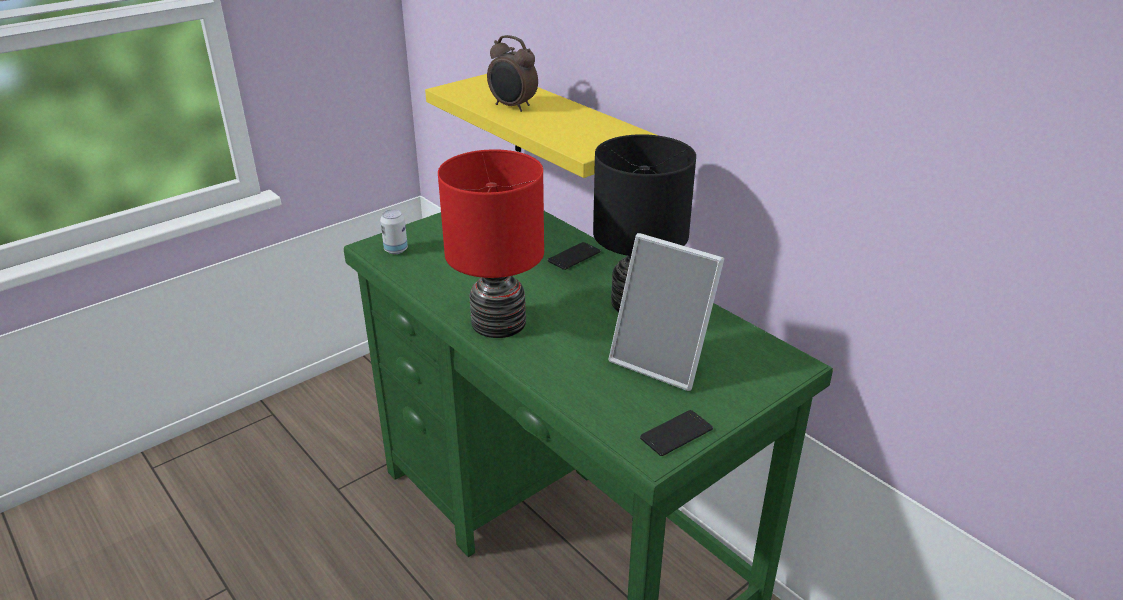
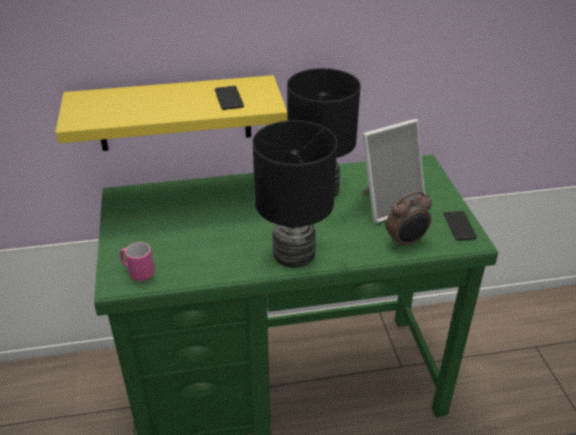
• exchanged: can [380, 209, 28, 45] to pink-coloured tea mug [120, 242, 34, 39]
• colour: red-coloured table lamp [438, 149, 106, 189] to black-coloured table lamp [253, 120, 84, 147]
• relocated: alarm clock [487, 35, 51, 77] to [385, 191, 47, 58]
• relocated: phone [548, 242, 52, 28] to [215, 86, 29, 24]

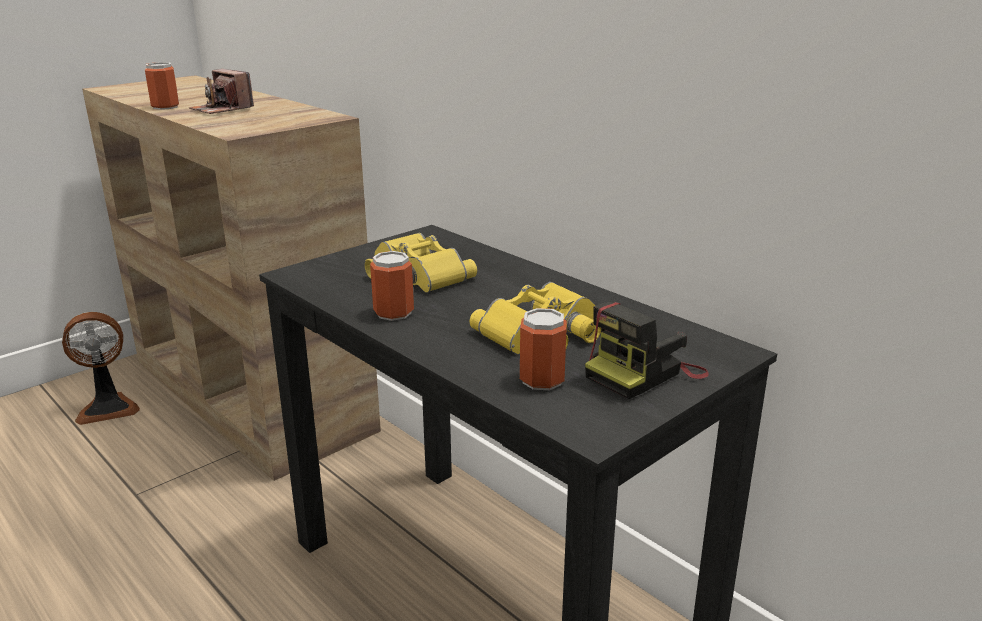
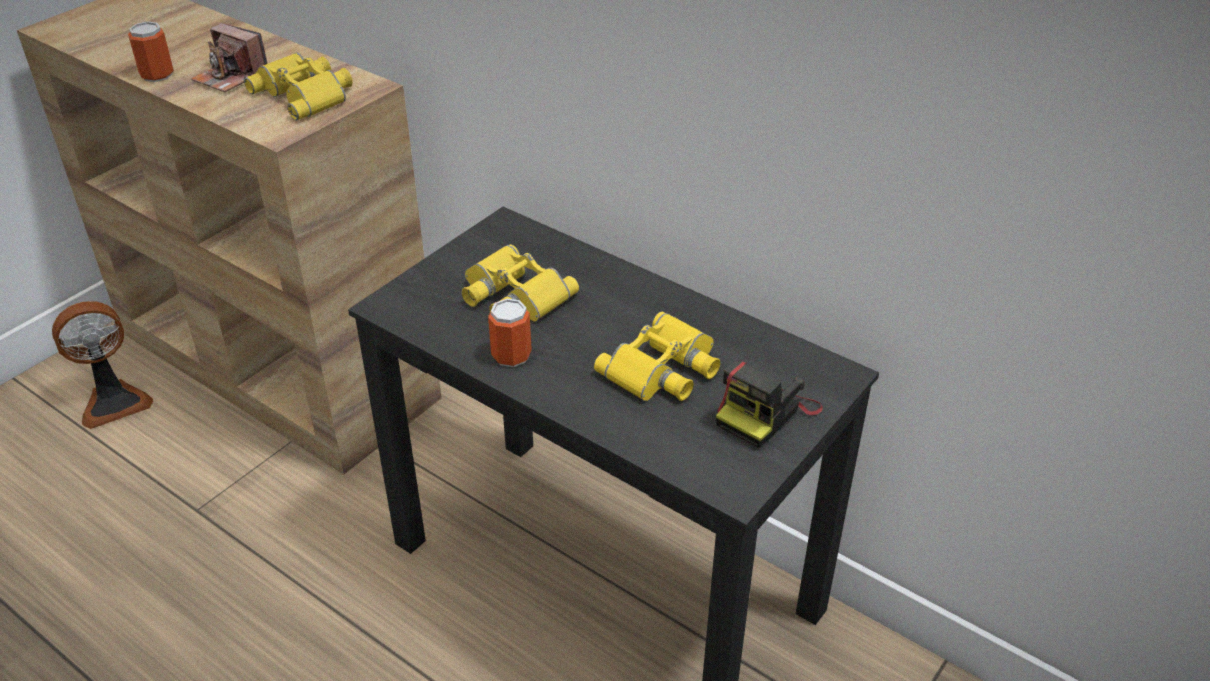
• missing: can [520, 308, 47, 82]
• appeared: yellow-coloured field glasses [244, 53, 109, 67]

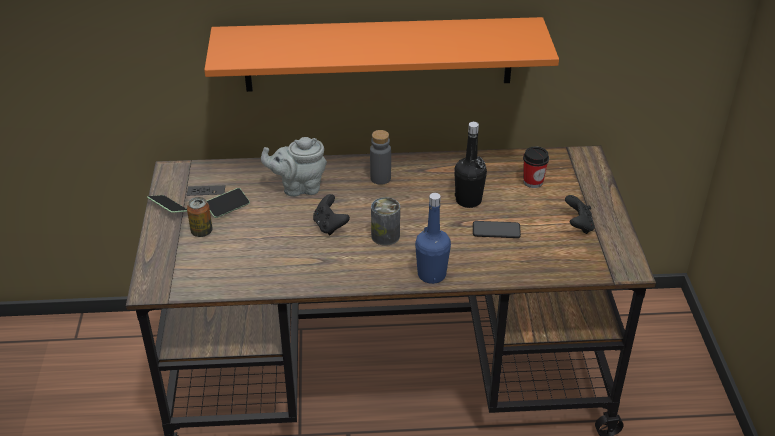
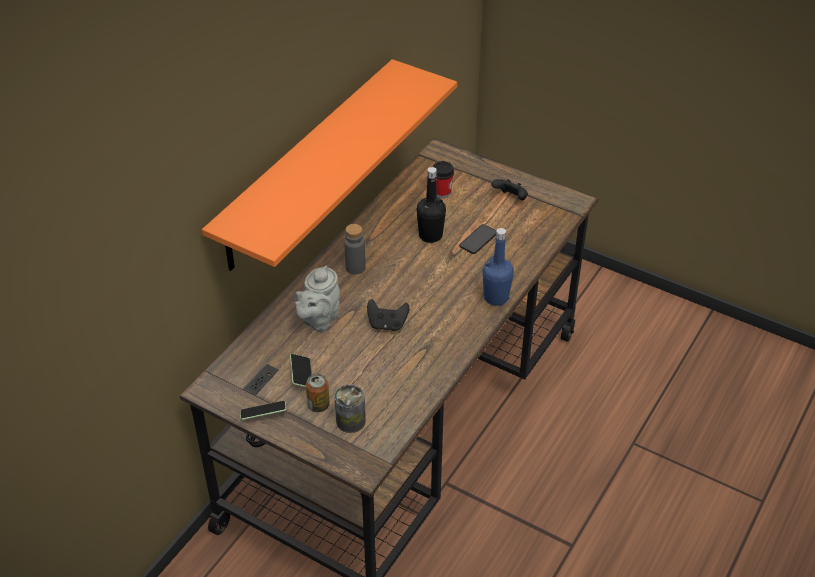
• relocated: can [371, 197, 29, 49] to [335, 385, 31, 48]

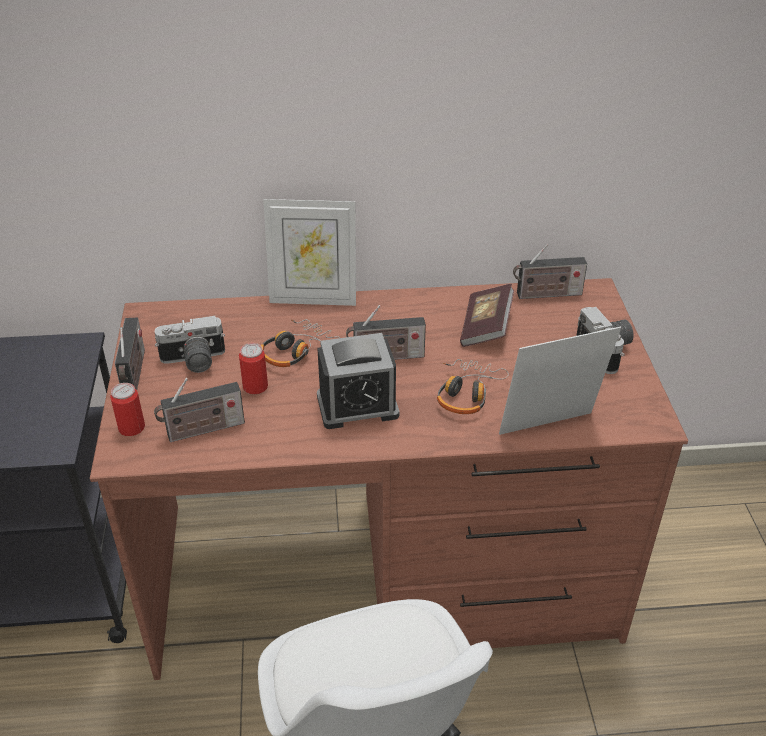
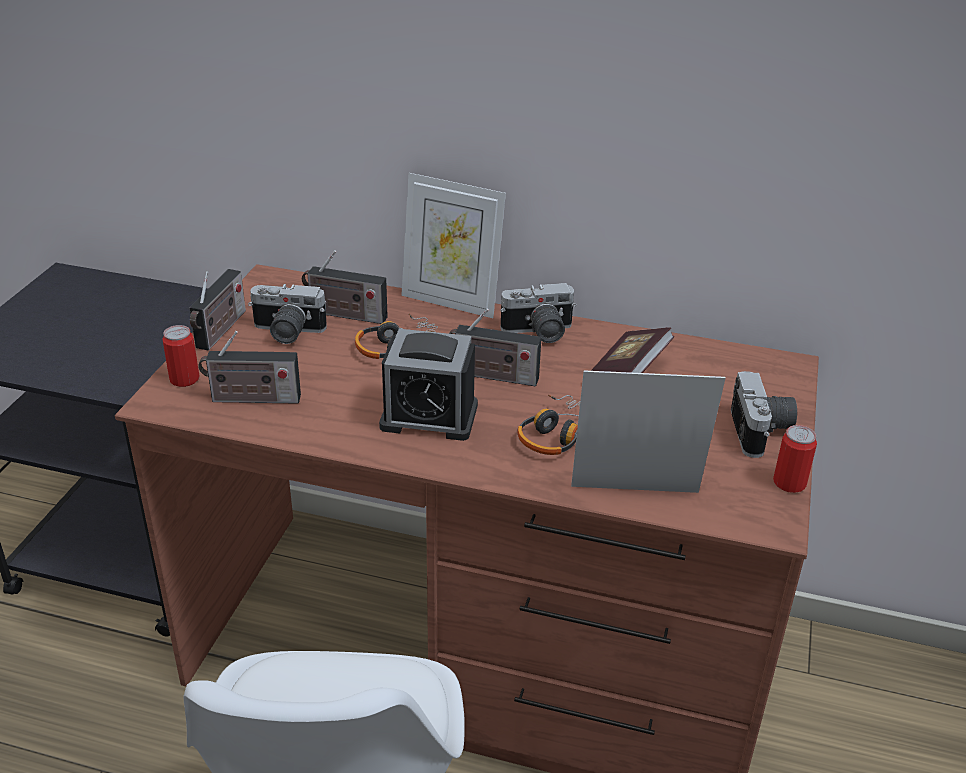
• relocated: can [239, 343, 29, 51] to [773, 425, 44, 68]
• relocated: radio [513, 244, 74, 55] to [302, 250, 86, 74]
• appeared: photo camera [500, 283, 77, 60]

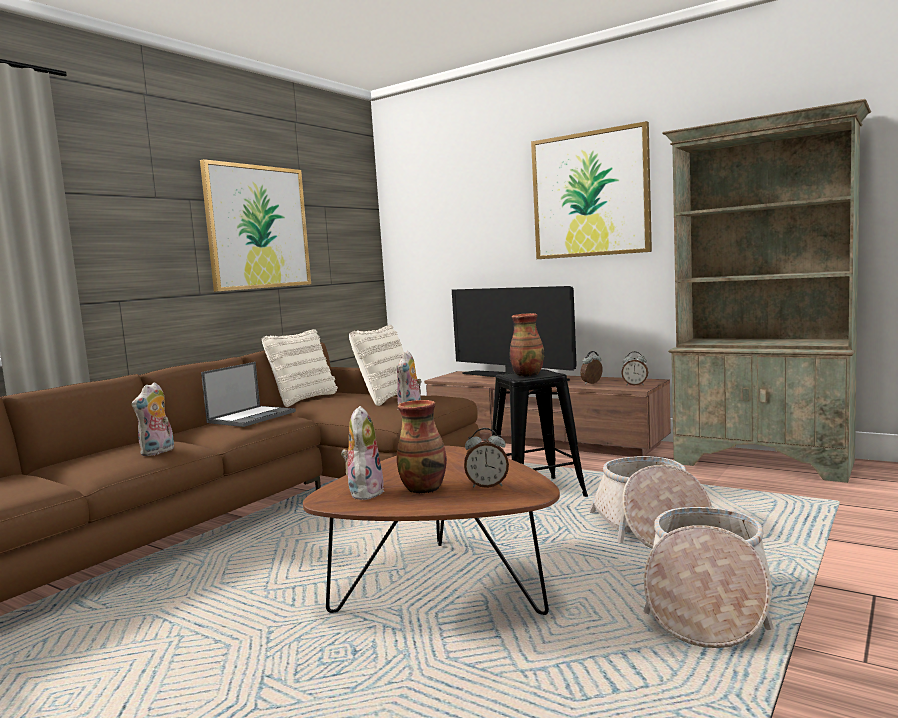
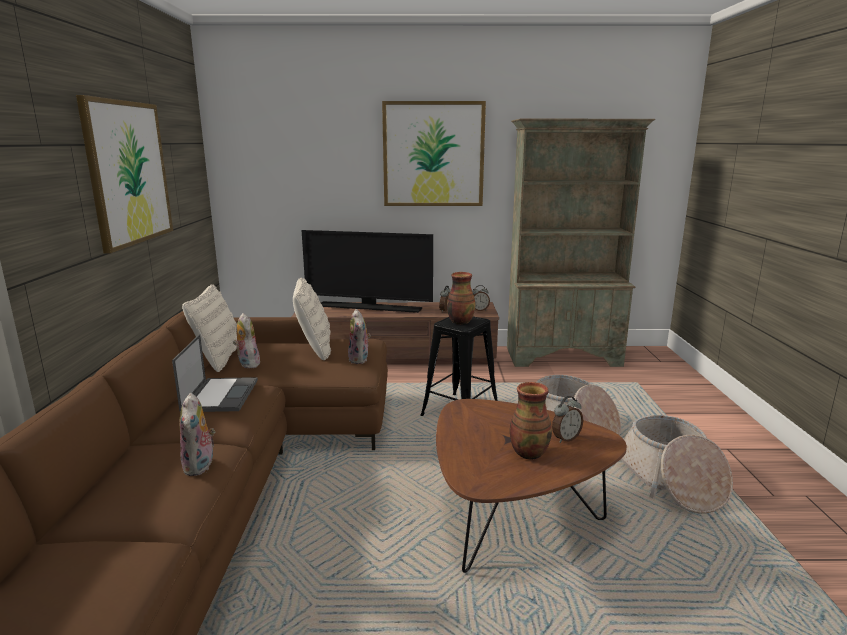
• relocated: plush toy [341, 406, 43, 94] to [233, 313, 27, 55]

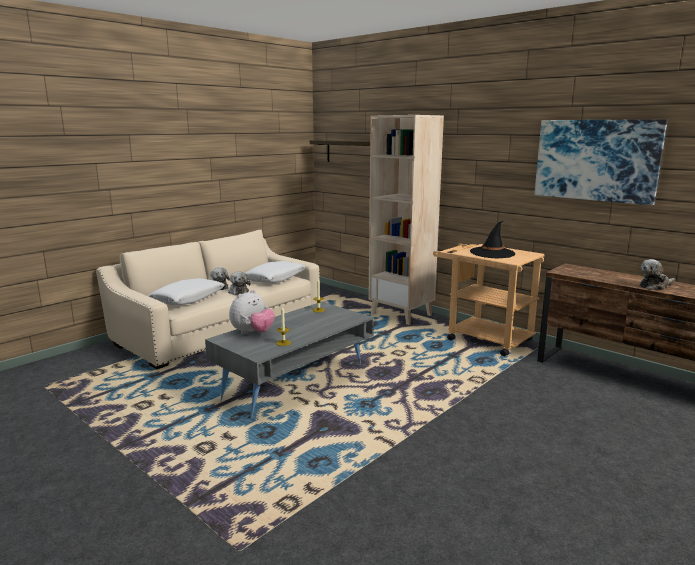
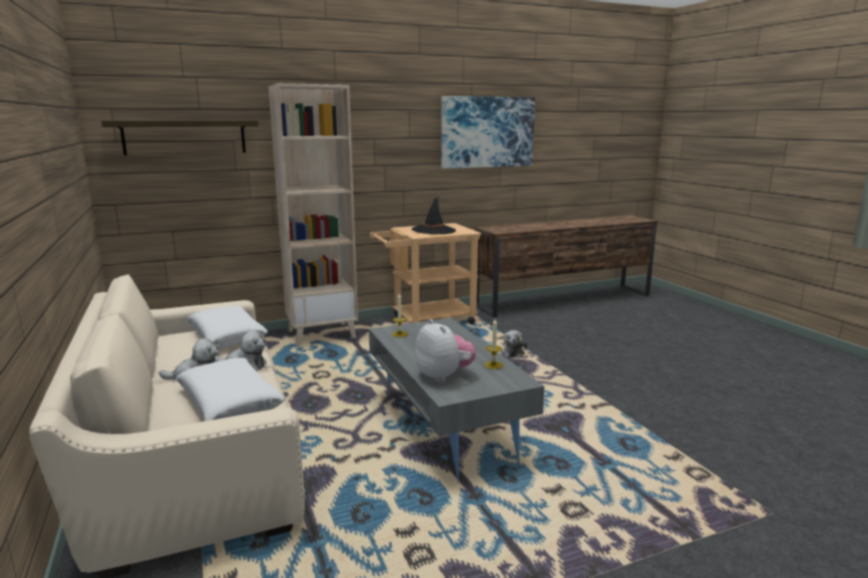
• relocated: plush toy [639, 259, 36, 31] to [500, 330, 27, 28]

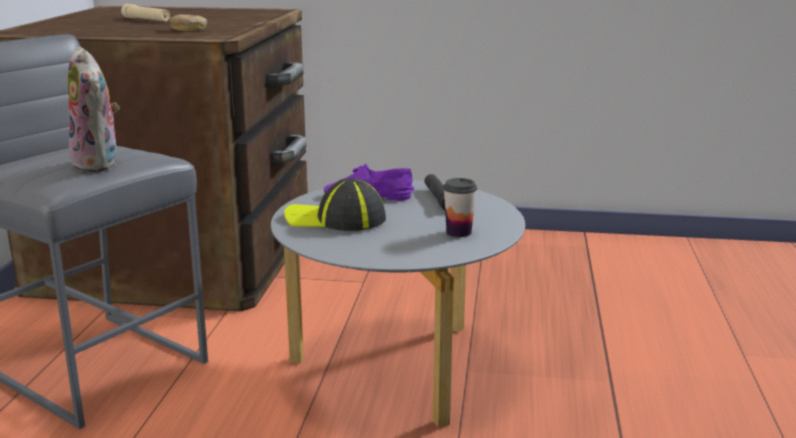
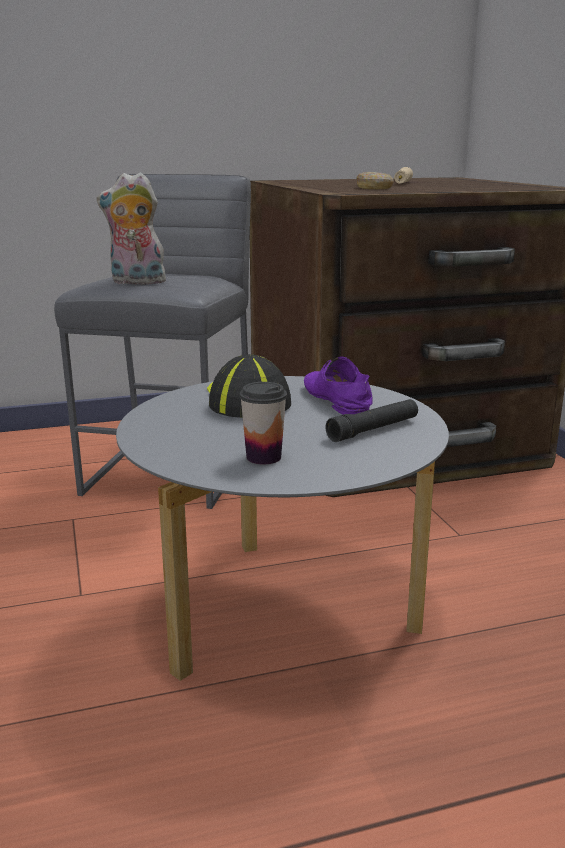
• spun: plush toy [68, 46, 52, 126] = [97, 172, 69, 113] 60 degrees clockwise

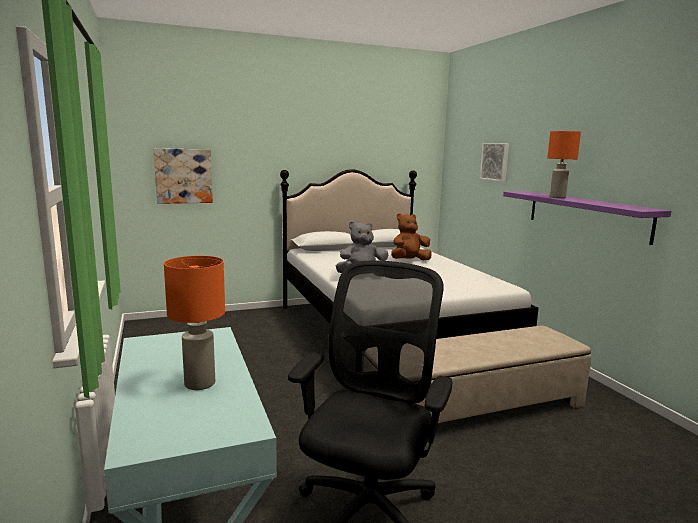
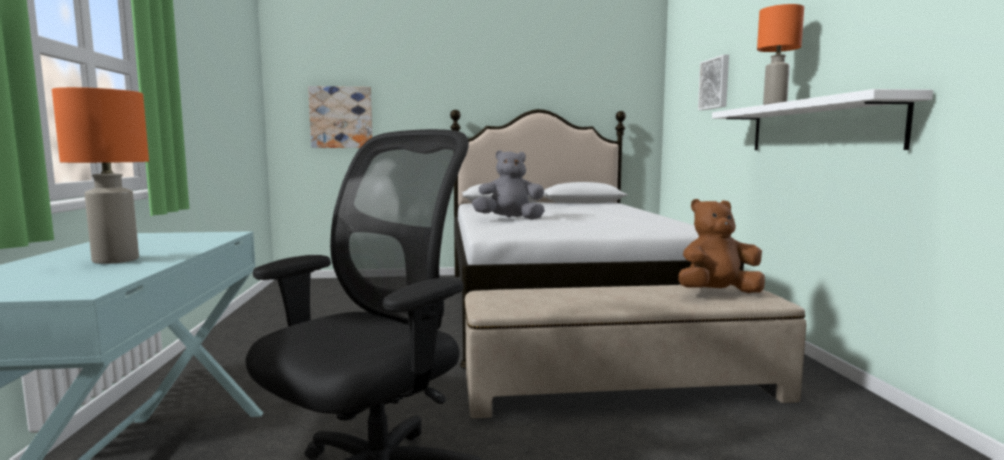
• relocated: brownish plush toy [391, 213, 41, 47] to [678, 199, 87, 94]
• colour: purple wall shelf [503, 191, 168, 54] to whitish wall shelf [712, 89, 221, 61]

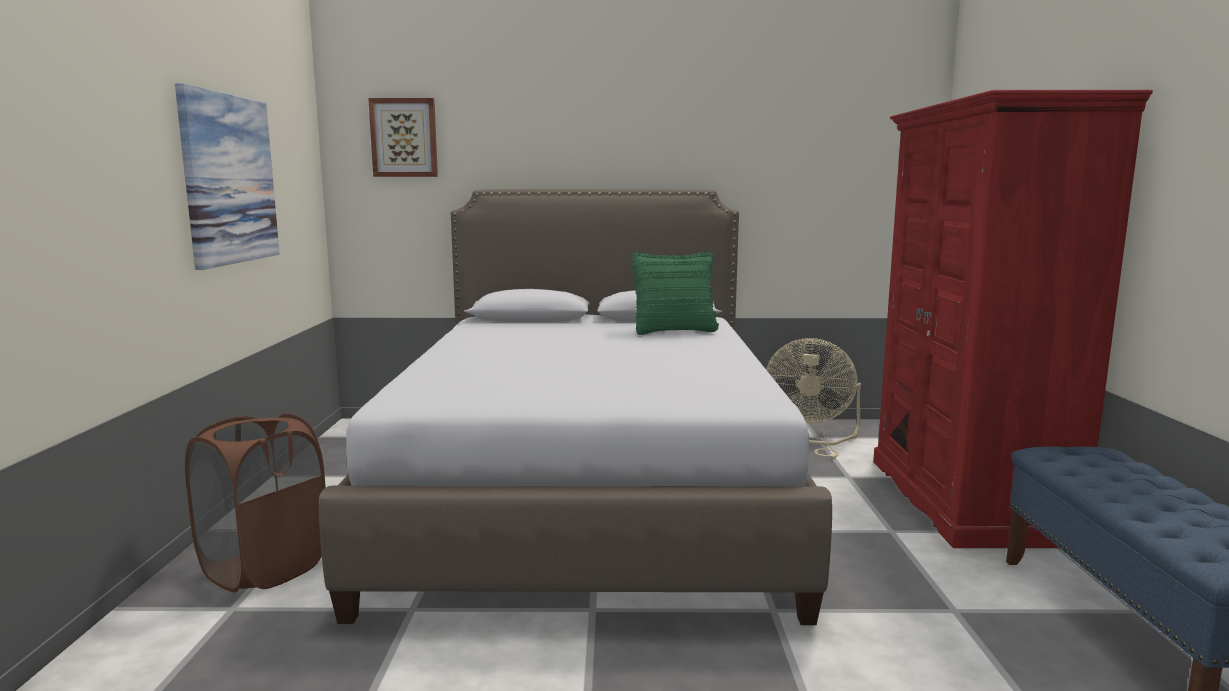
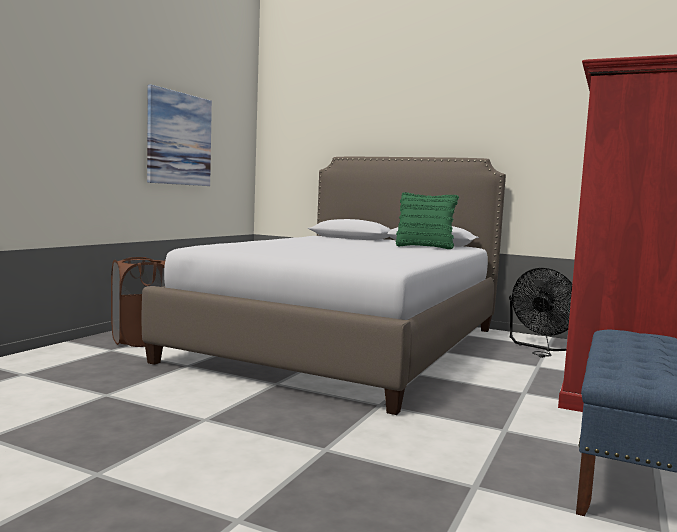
• missing: wall picture [368, 98, 70, 79]
• colour: beige electric fan [766, 338, 95, 122] to black-coloured electric fan [509, 268, 63, 90]

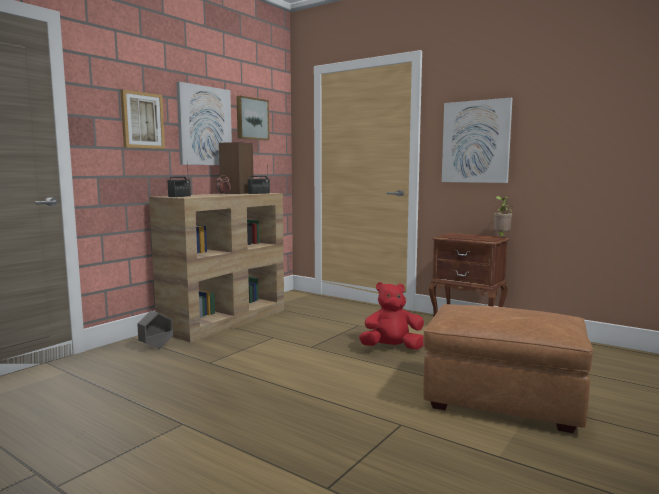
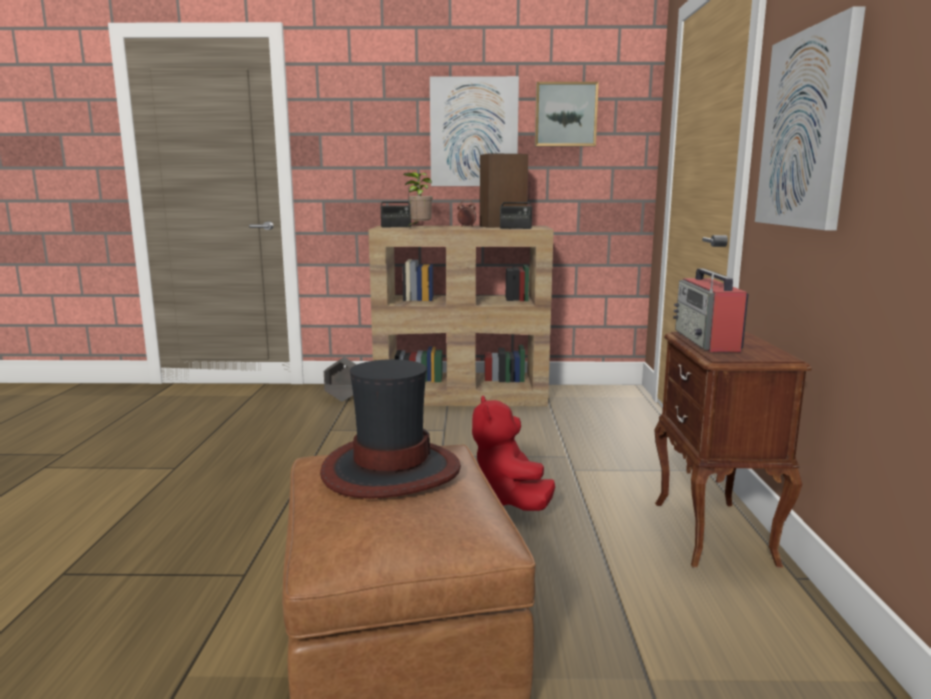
• missing: wall picture [120, 89, 45, 60]
• spun: red-coloured plush toy [359, 282, 65, 68] = [472, 395, 83, 116] 150 degrees counterclockwise
• relocated: potted plant [494, 196, 19, 42] to [403, 172, 29, 55]
• appeared: clothing hat [320, 359, 141, 140]
• appeared: radio [673, 268, 75, 84]

